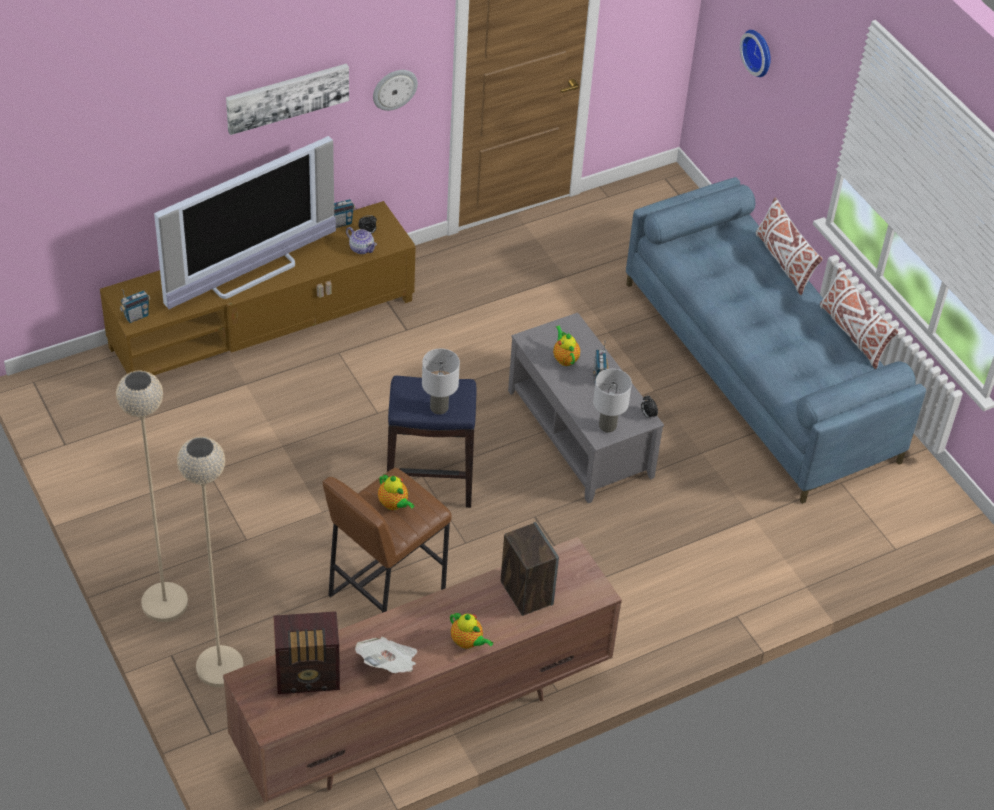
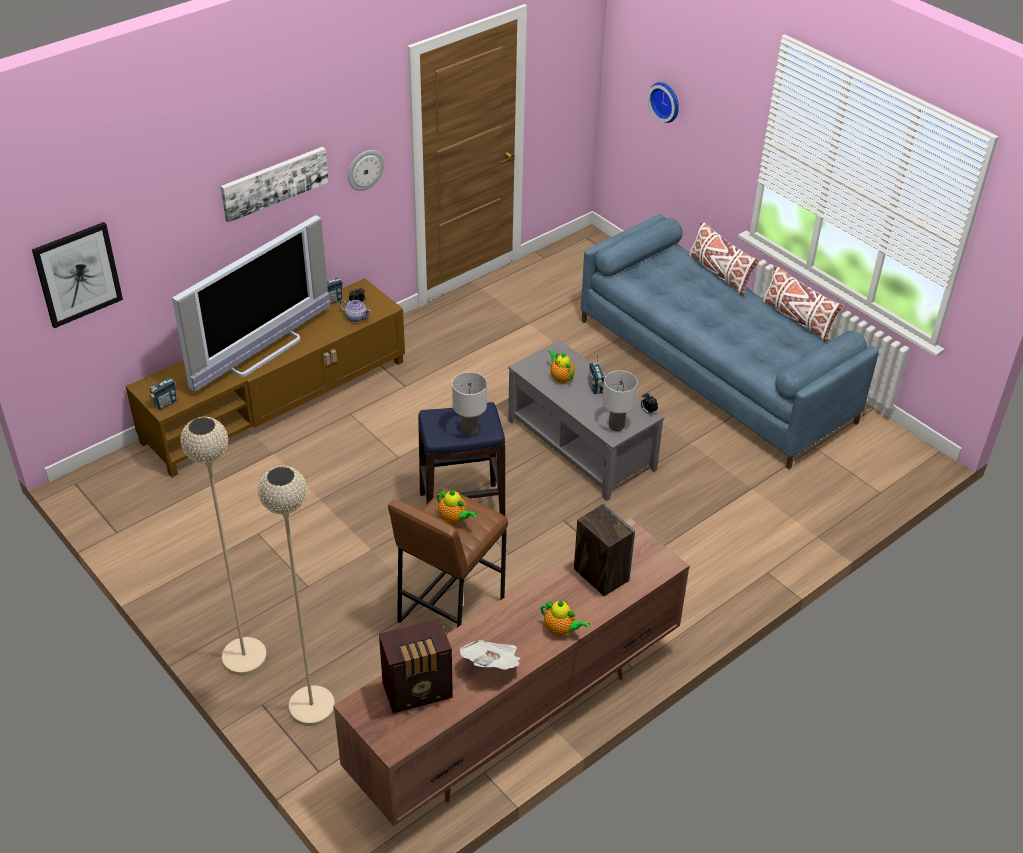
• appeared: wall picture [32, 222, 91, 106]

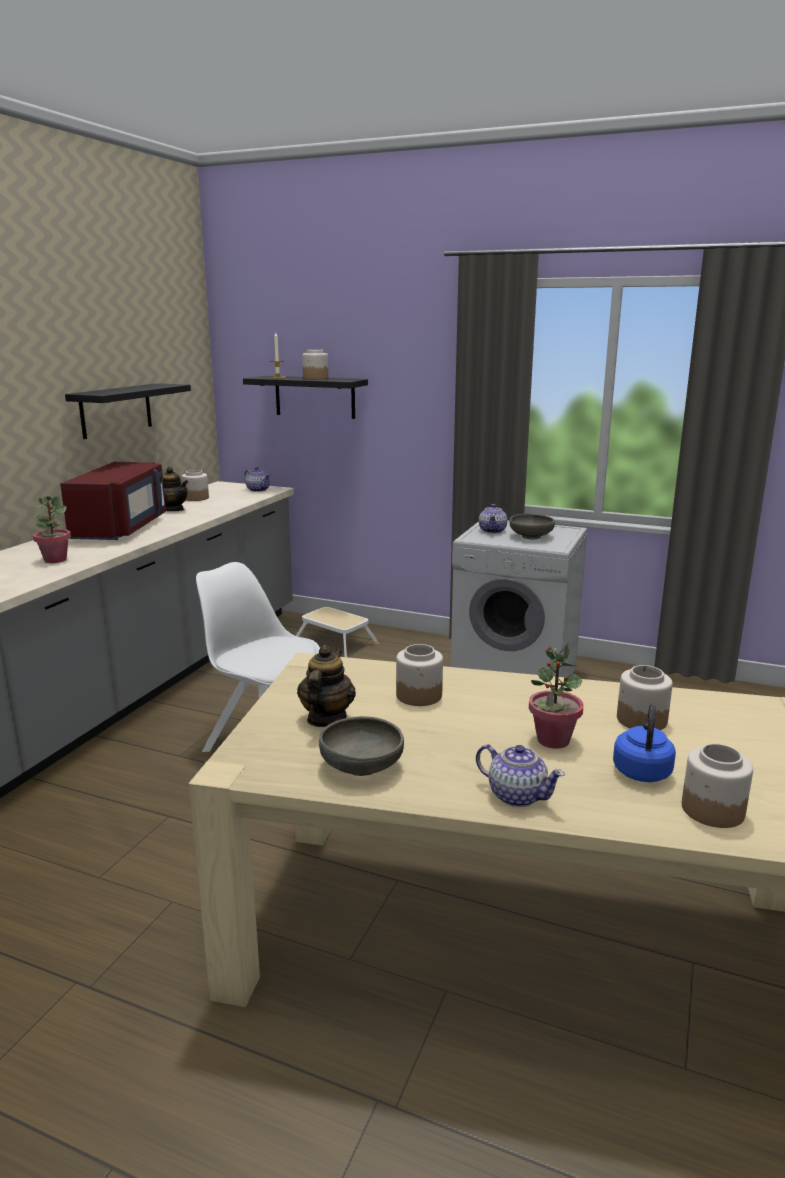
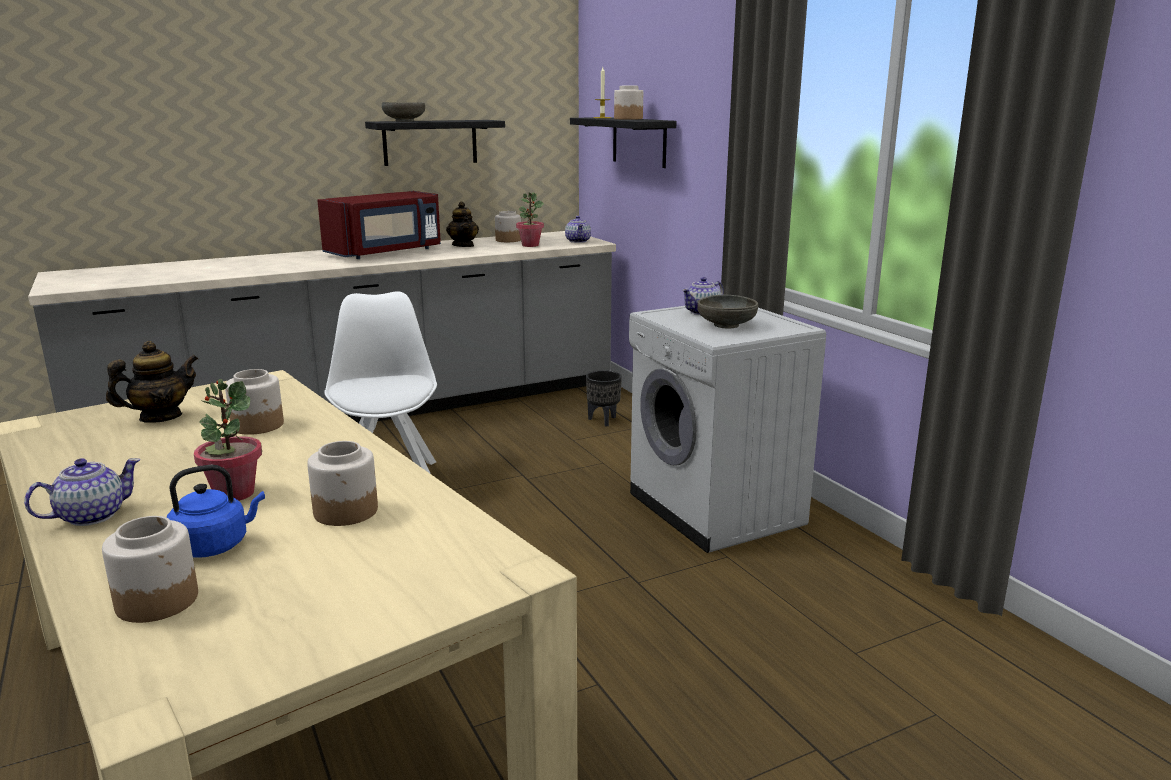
• relocated: potted plant [33, 495, 38, 68] to [516, 192, 28, 55]
• exchanged: beige stepladder [296, 607, 83, 50] to black-coloured planter [586, 370, 36, 57]
• relocated: gray deep dish [319, 716, 85, 60] to [382, 102, 43, 20]
• spun: teapot [476, 744, 89, 63] = [24, 458, 117, 68] 120 degrees counterclockwise

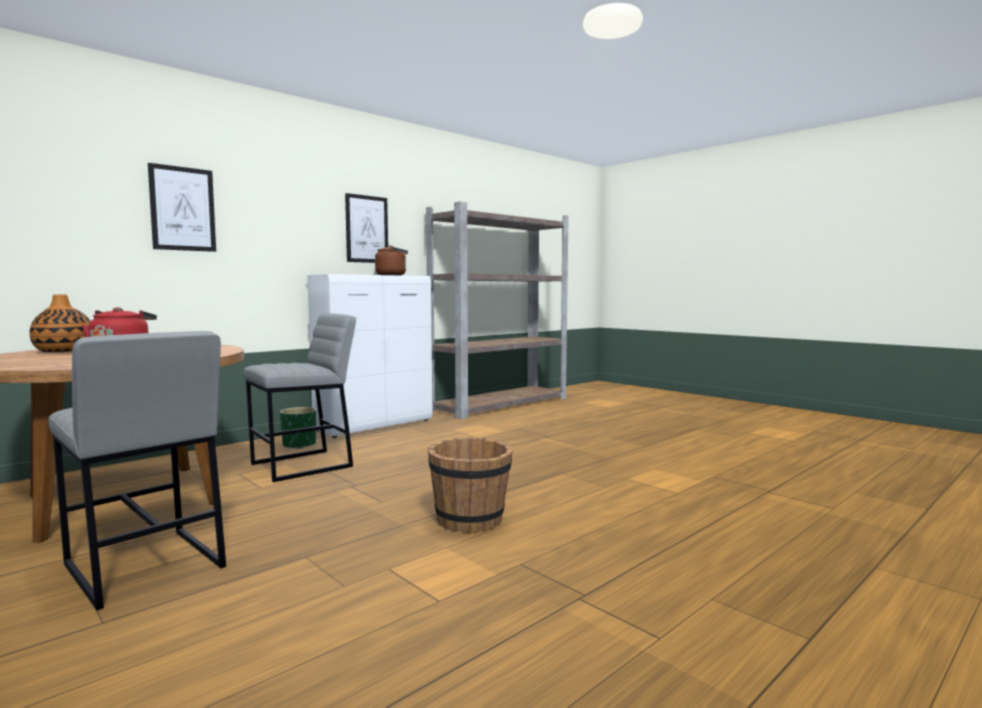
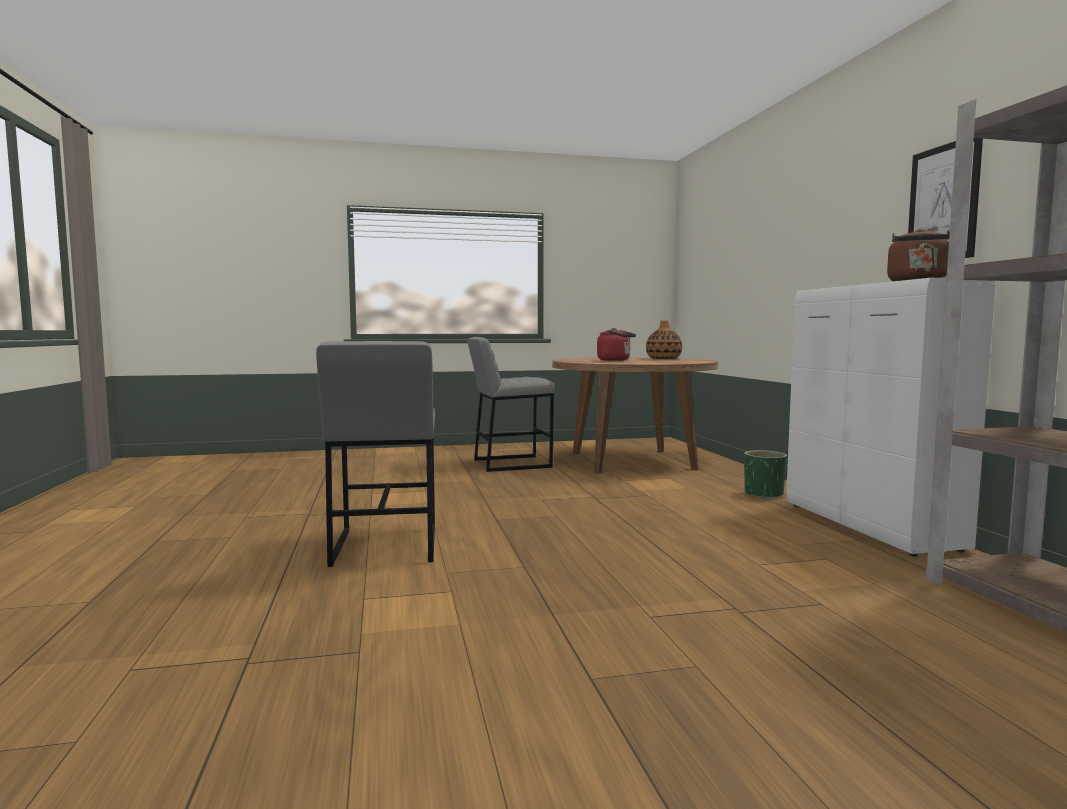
• missing: wall picture [148, 163, 68, 89]
• relocated: gray chair [243, 313, 113, 169] to [316, 341, 119, 226]
• missing: brownish bucket [428, 437, 85, 96]

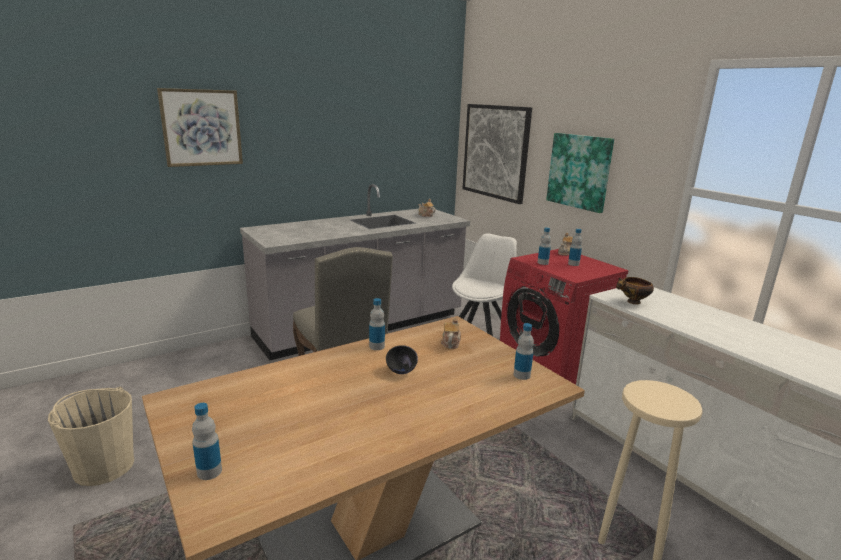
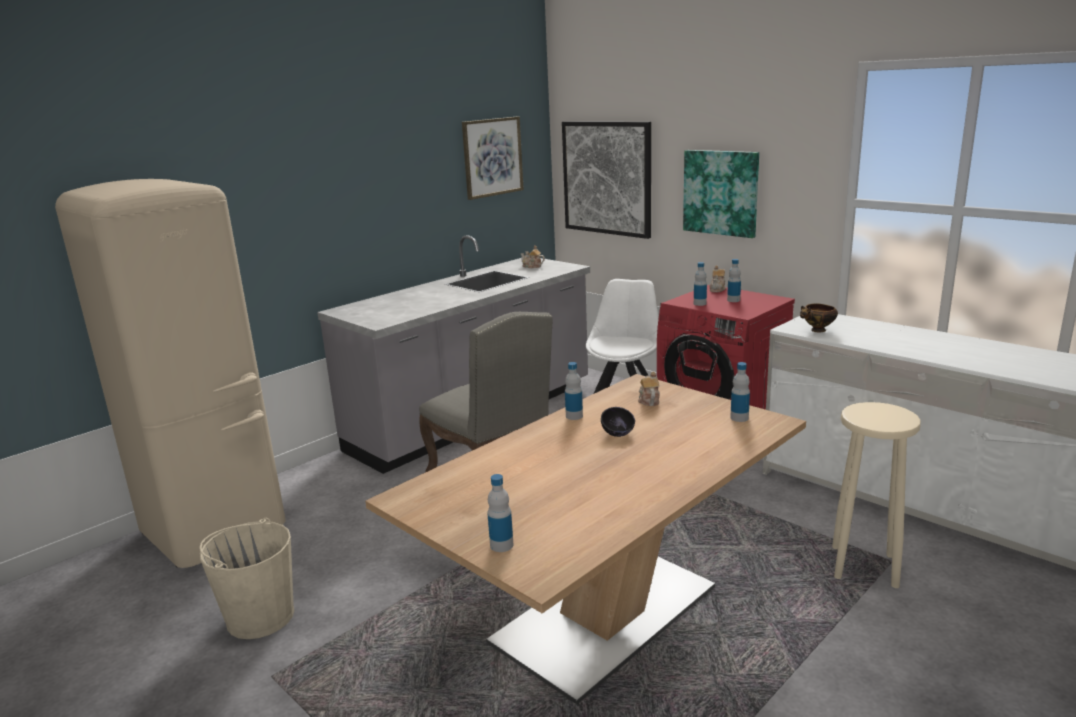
• relocated: wall picture [157, 88, 86, 79] to [462, 116, 62, 84]
• appeared: beige fridge [55, 179, 231, 389]

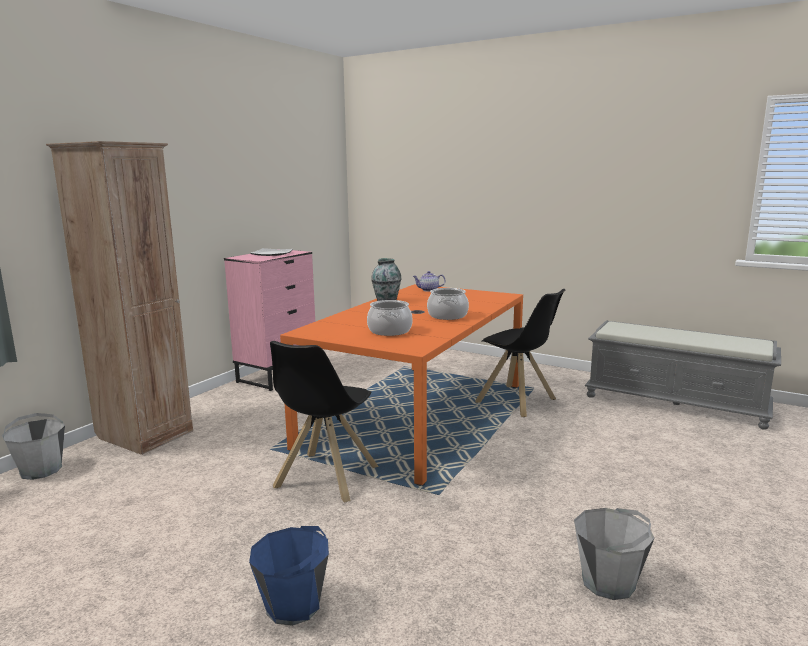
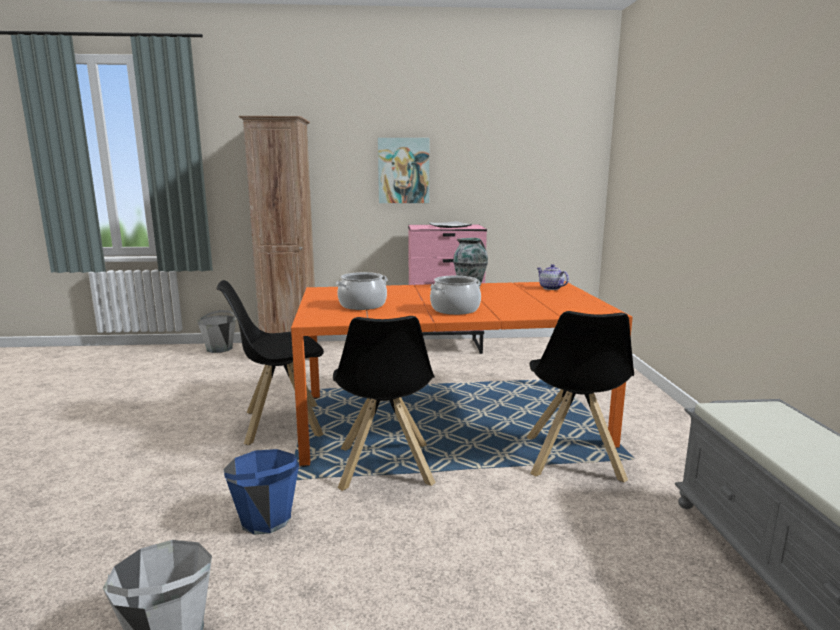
• relocated: bluish bucket [249, 526, 80, 100] to [223, 449, 76, 86]
• appeared: black-coloured chair [333, 316, 103, 175]
• appeared: wall picture [378, 138, 51, 65]

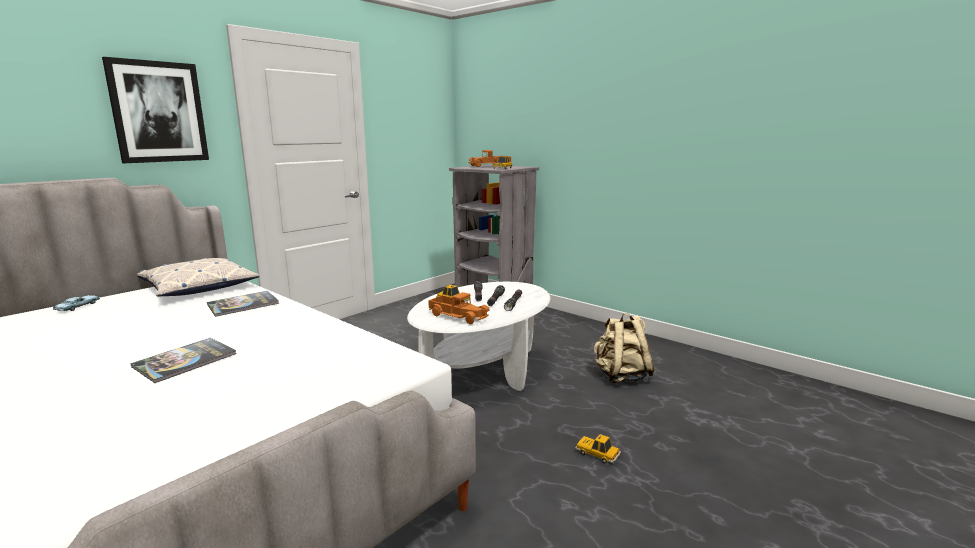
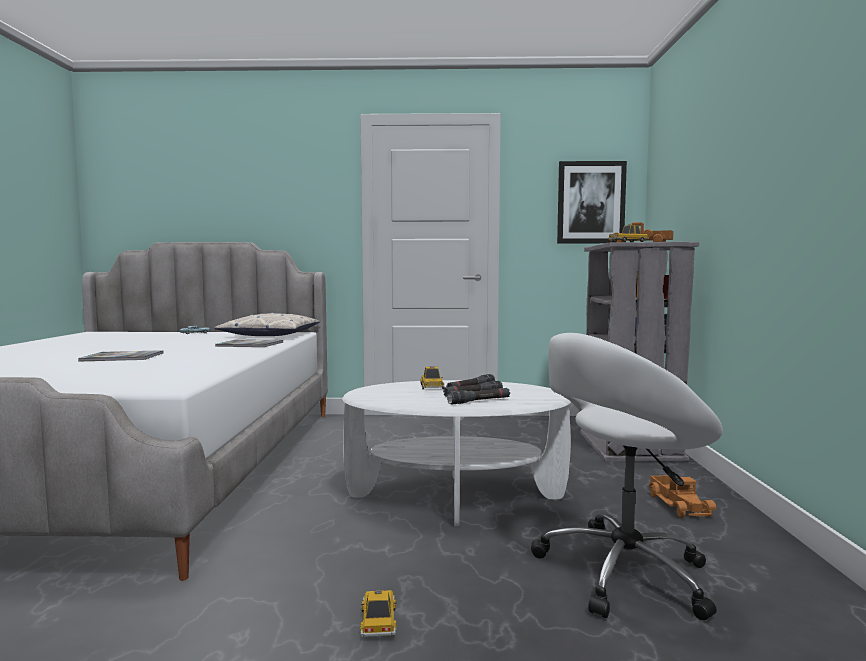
• relocated: wall picture [102, 57, 107, 106] to [557, 161, 70, 82]
• relocated: toy lorry [428, 292, 62, 32] to [649, 475, 67, 43]
• exchanged: beige backpack [594, 313, 60, 70] to whitish desk chair [531, 333, 192, 287]

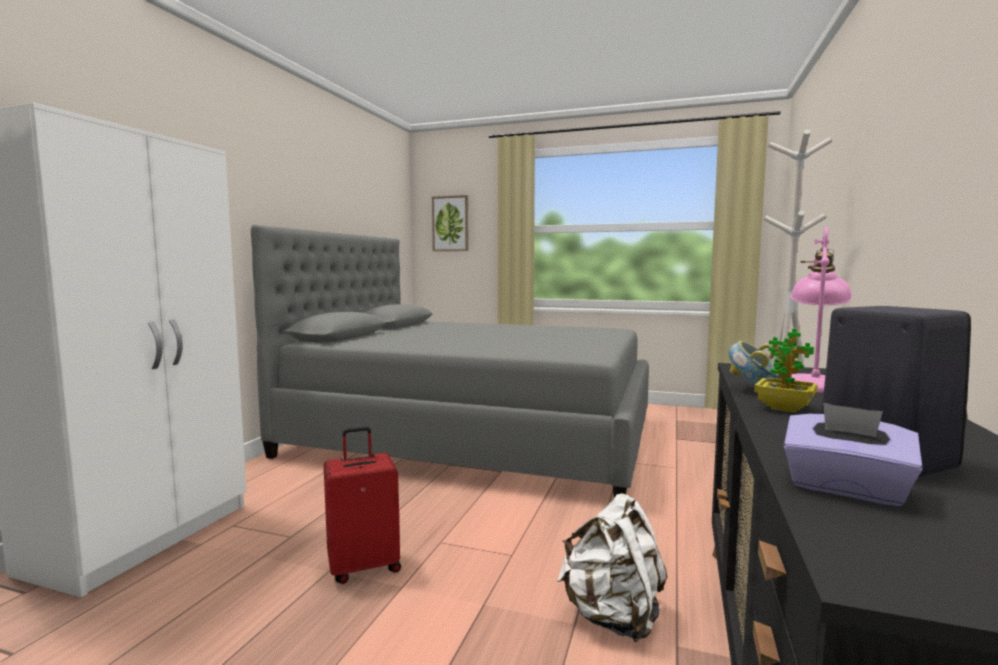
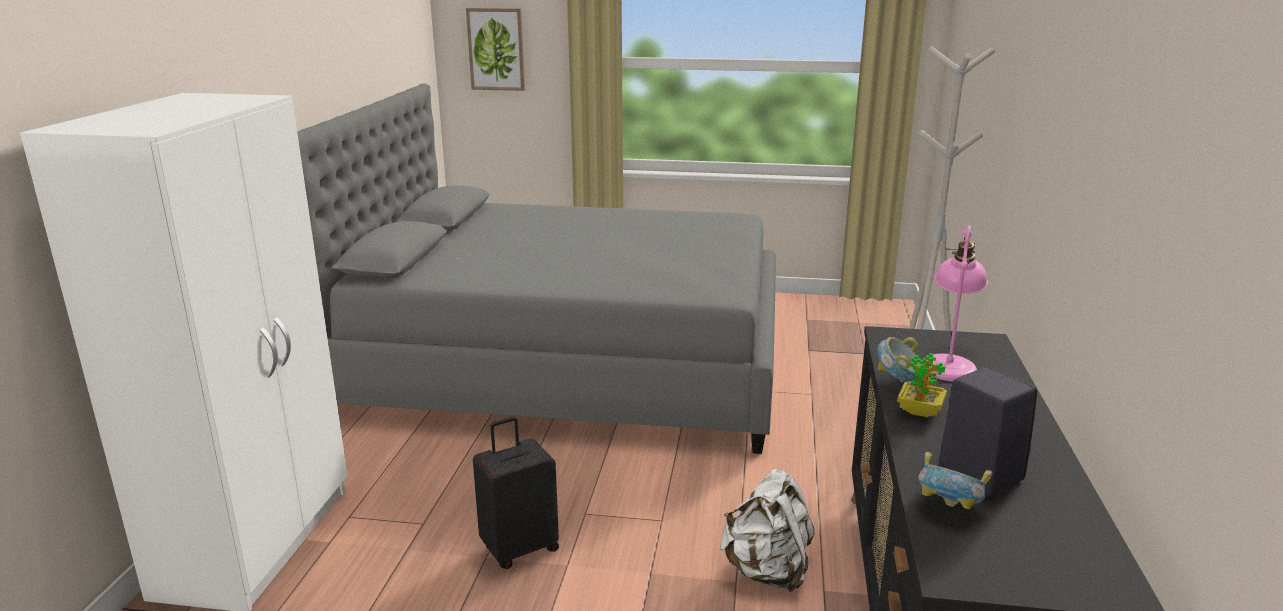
• colour: red-coloured piece of luggage [324, 426, 77, 158] to black-coloured piece of luggage [473, 416, 86, 153]
• exchanged: purple tissue box [784, 403, 139, 103] to deep dish [918, 452, 75, 57]

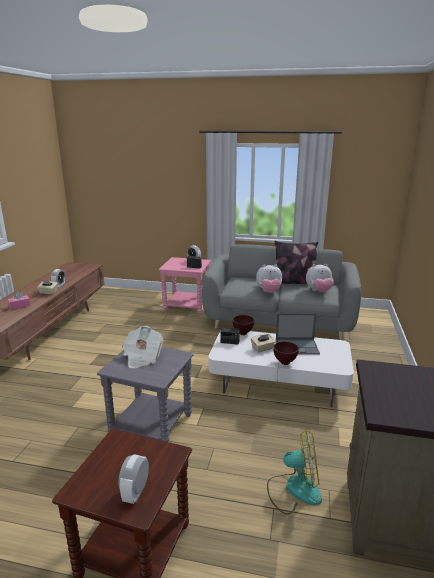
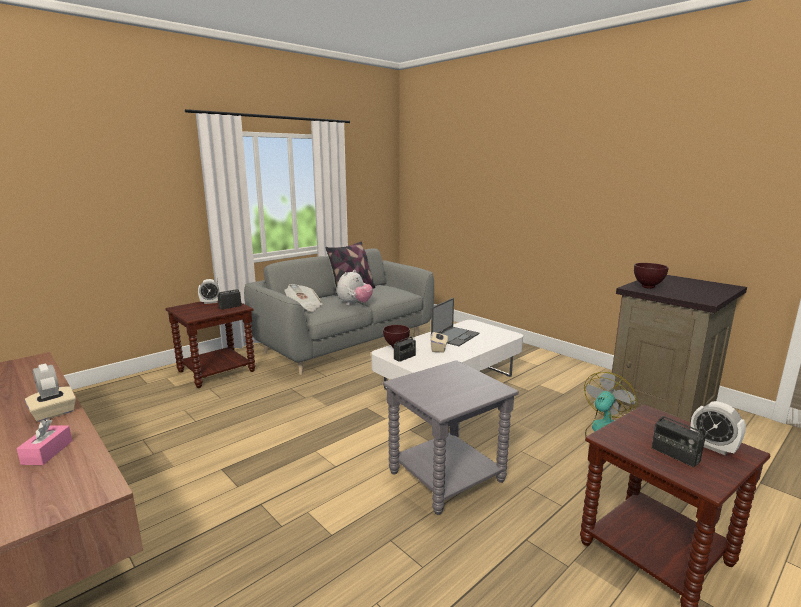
• relocated: daily paper [122, 326, 42, 42] to [284, 284, 39, 28]
• colour: pink-coloured accent table [159, 257, 52, 58] to brownish accent table [165, 302, 90, 86]
• relocated: brownish deep dish [273, 341, 26, 24] to [634, 263, 35, 26]
• missing: plush toy [306, 264, 28, 28]
• appeared: radio [651, 408, 55, 59]

